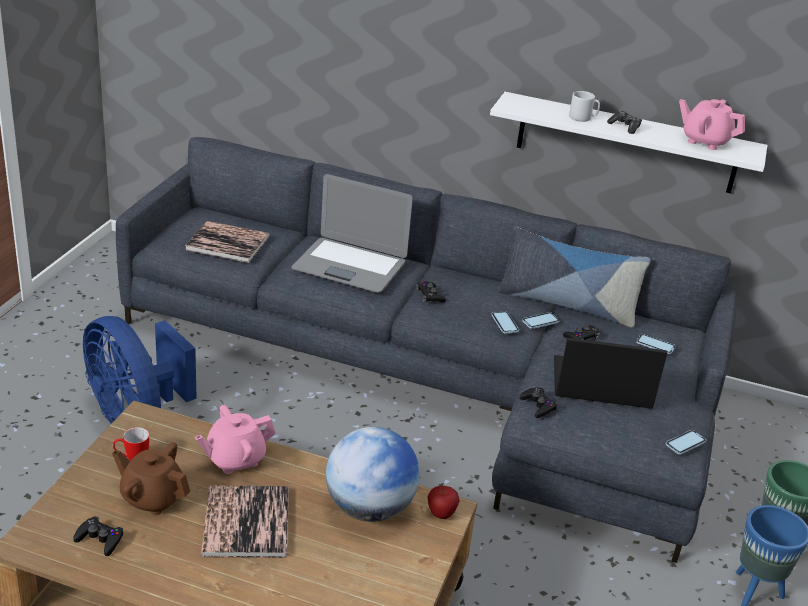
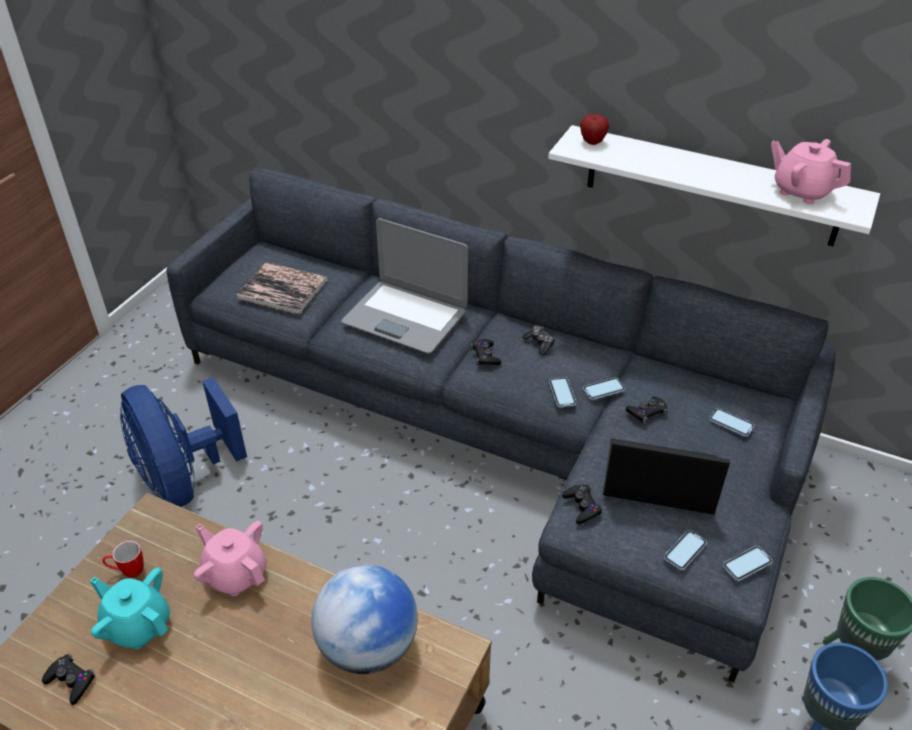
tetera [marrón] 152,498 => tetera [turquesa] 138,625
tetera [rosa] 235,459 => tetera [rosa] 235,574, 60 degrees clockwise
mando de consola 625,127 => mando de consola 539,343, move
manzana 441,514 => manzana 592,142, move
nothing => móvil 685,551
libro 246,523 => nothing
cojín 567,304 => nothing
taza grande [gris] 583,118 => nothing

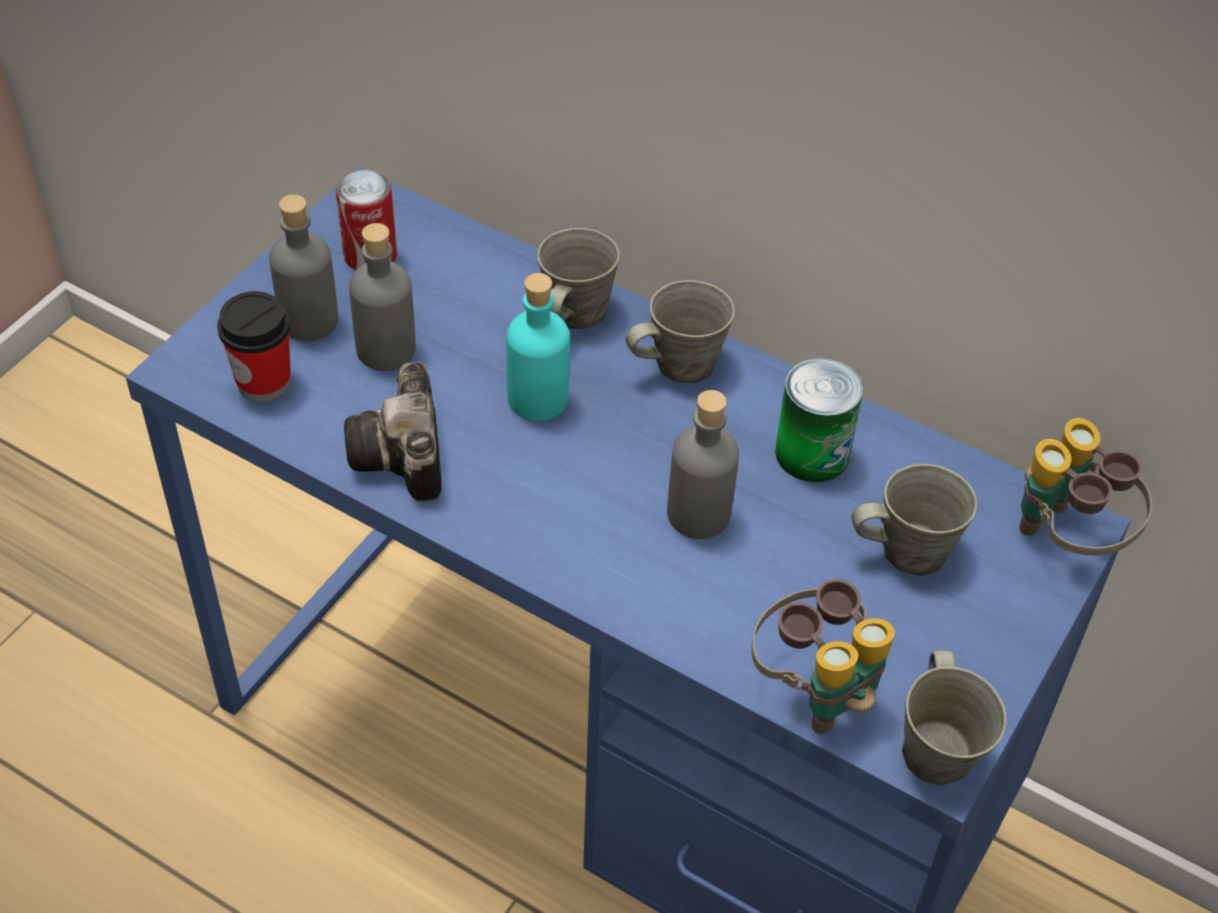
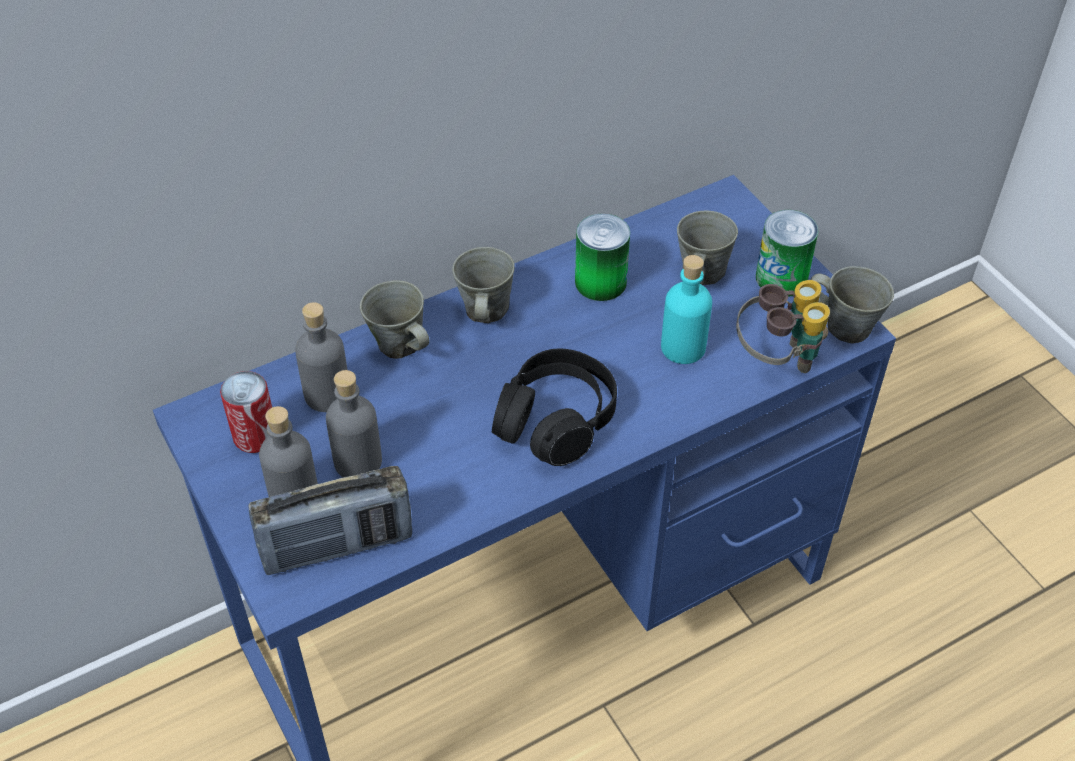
taza 264,382 => radio 337,546
botella [gris] 699,514 => botella [gris] 327,394, move
nothing => auriculares [negro] 555,420
botella [turquesa] 538,399 => botella [turquesa] 683,347, move
nothing => lata 781,278
cámara 403,458 => nothing
prismáticos 1067,538 => nothing

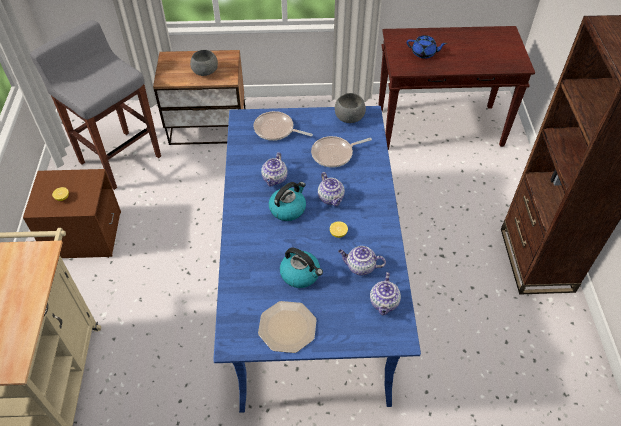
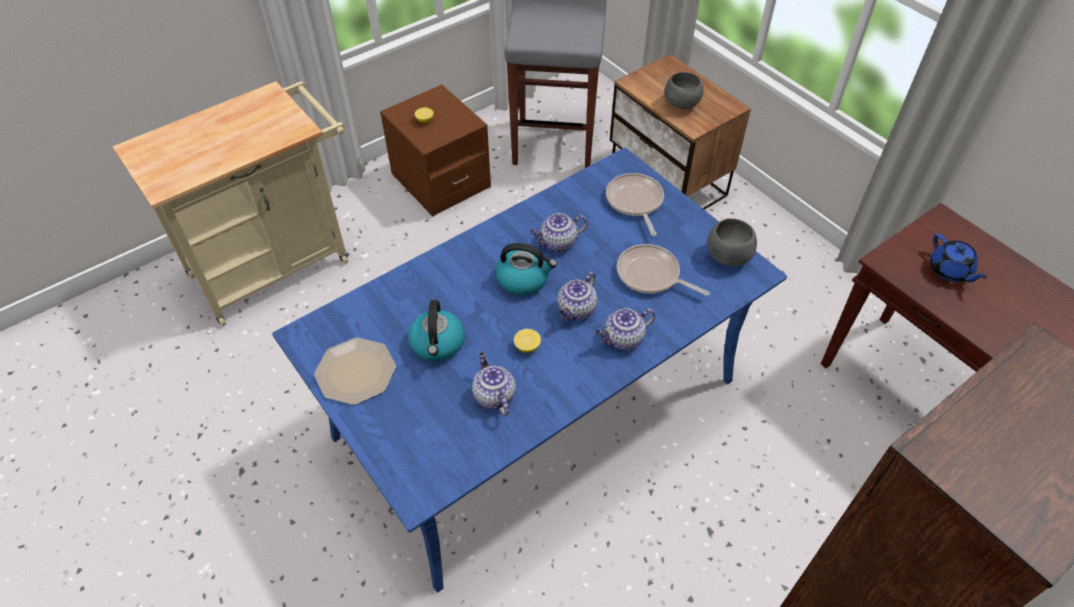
tetera 384,303 => tetera 623,339, move

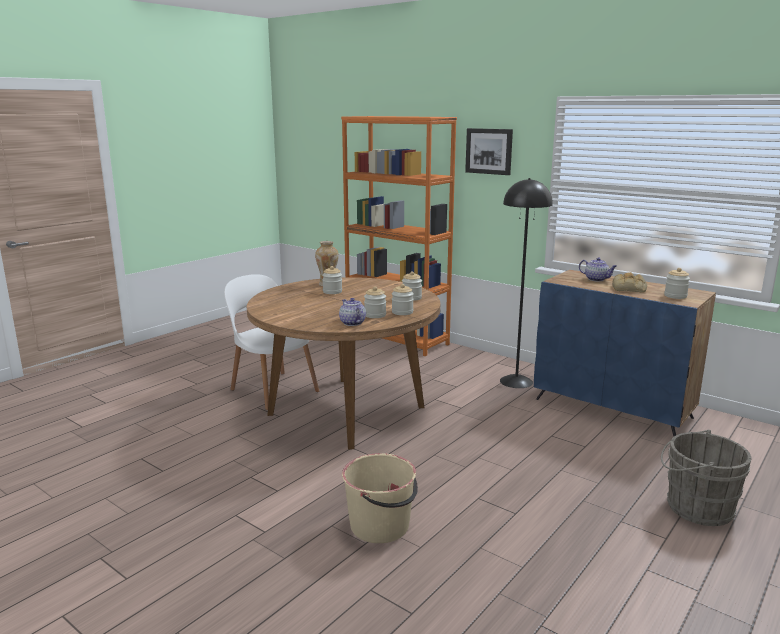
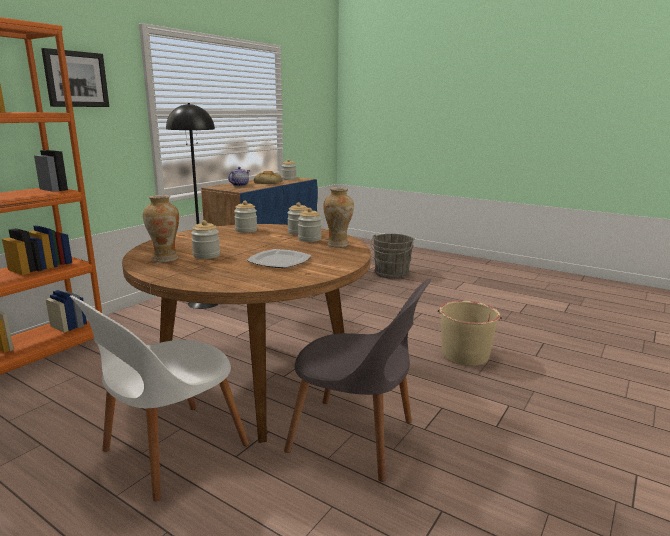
nothing => plato 278,261
nothing => silla [gris] 356,438
tetera 352,323 => florero 338,245

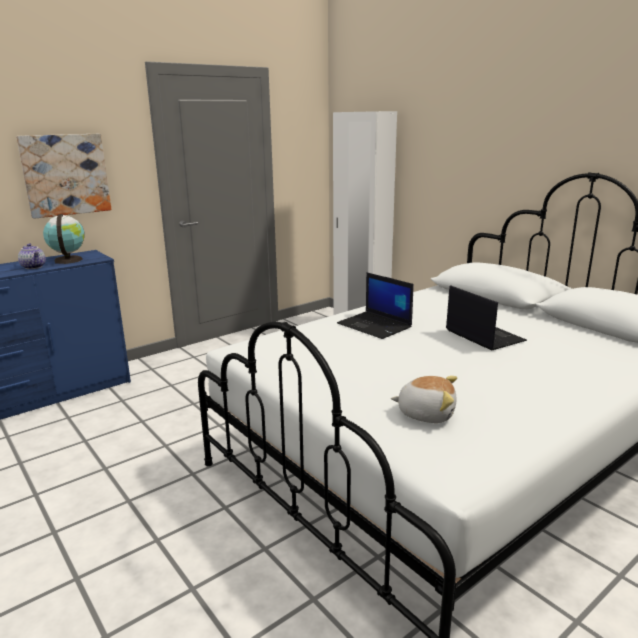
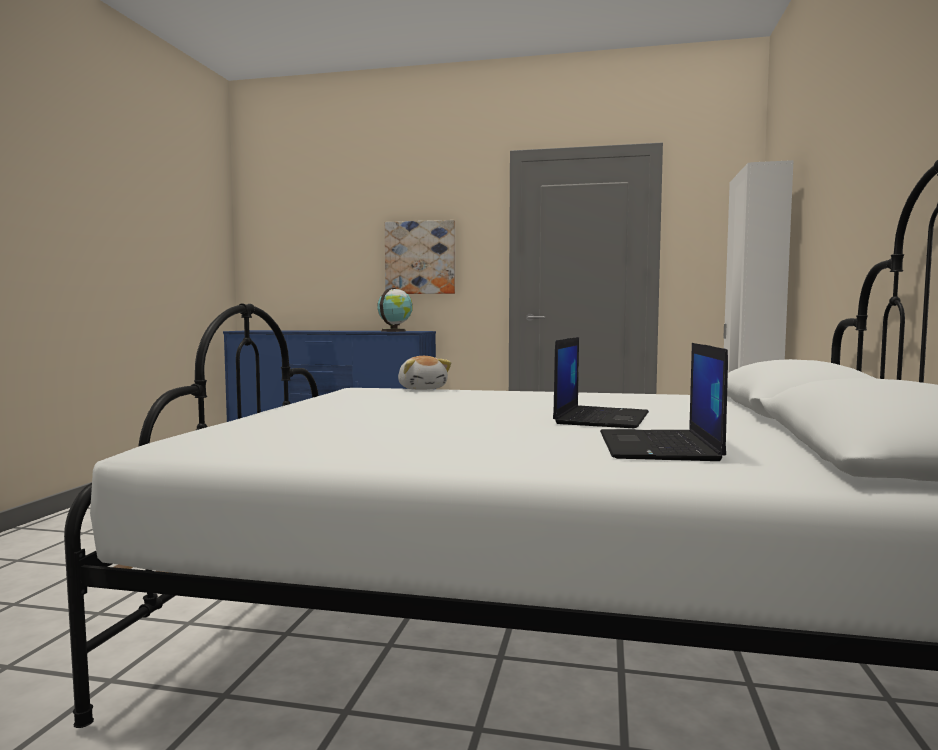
peluche 426,413 => peluche 422,389, move
portátil 375,325 => portátil 659,446, move
tetera 34,267 => nothing

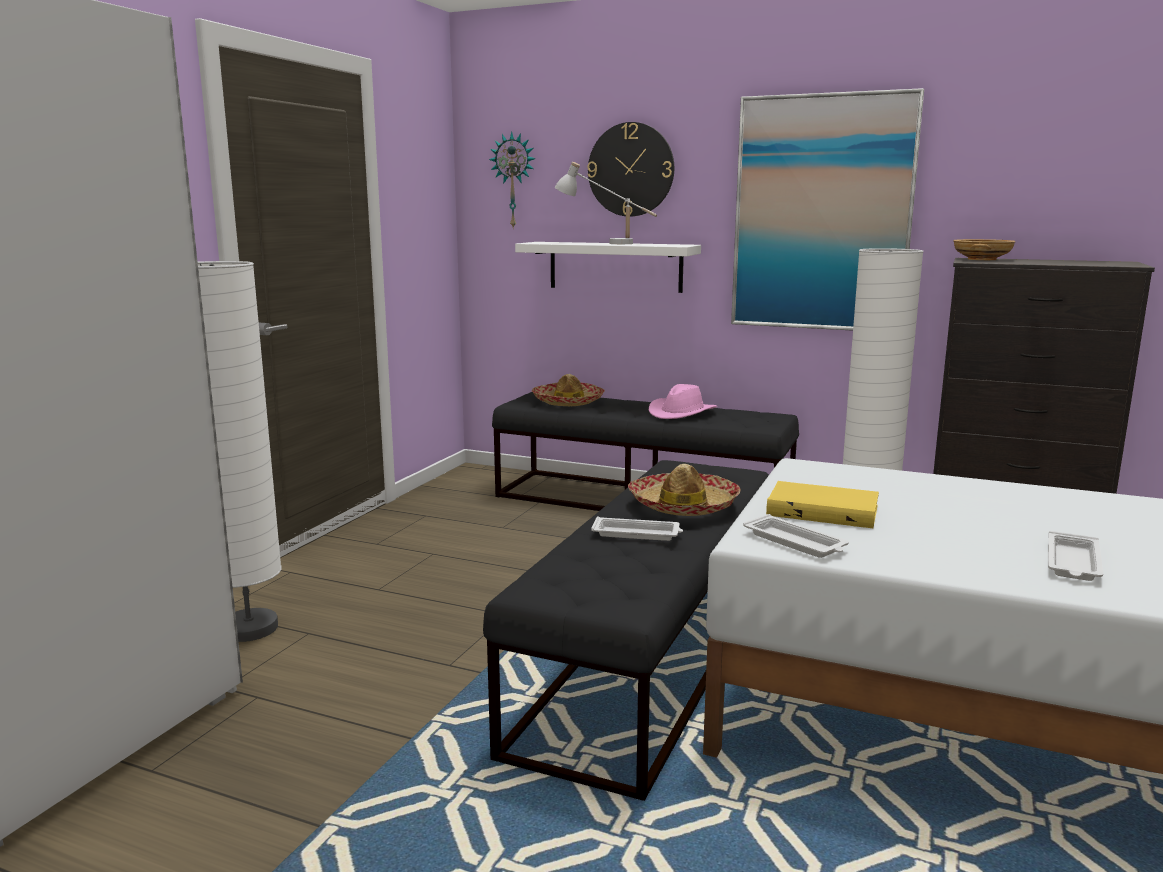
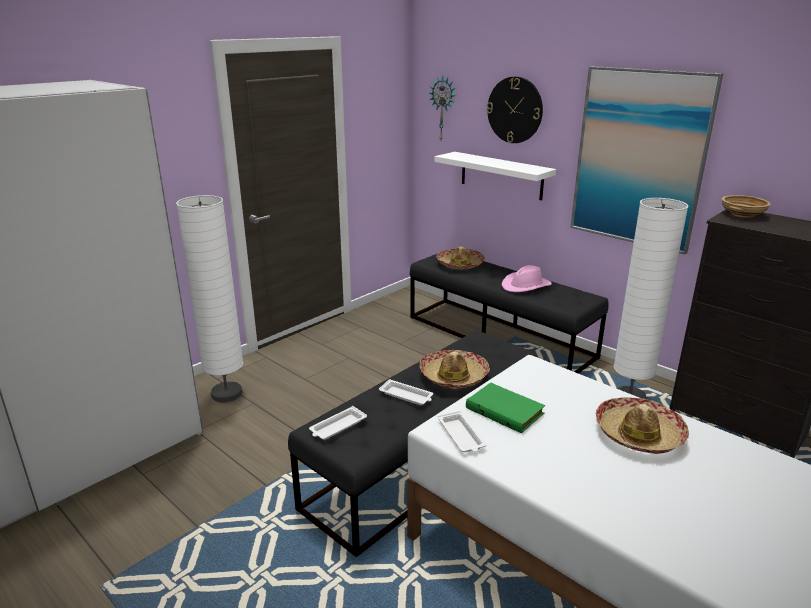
bandeja [blanco] 1072,563 => bandeja [blanco] 337,427, move
libro [amarillo] 823,510 => libro [verde] 506,410
nothing => sombrero 638,434
lámpara de mesa [blanco] 605,243 => nothing

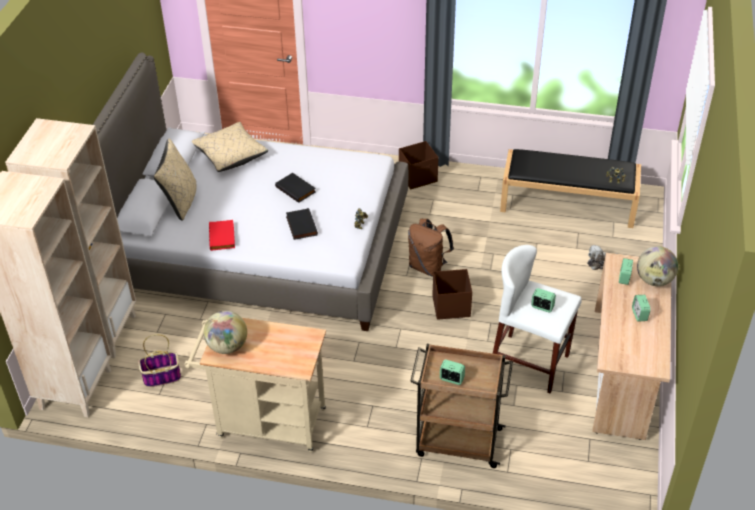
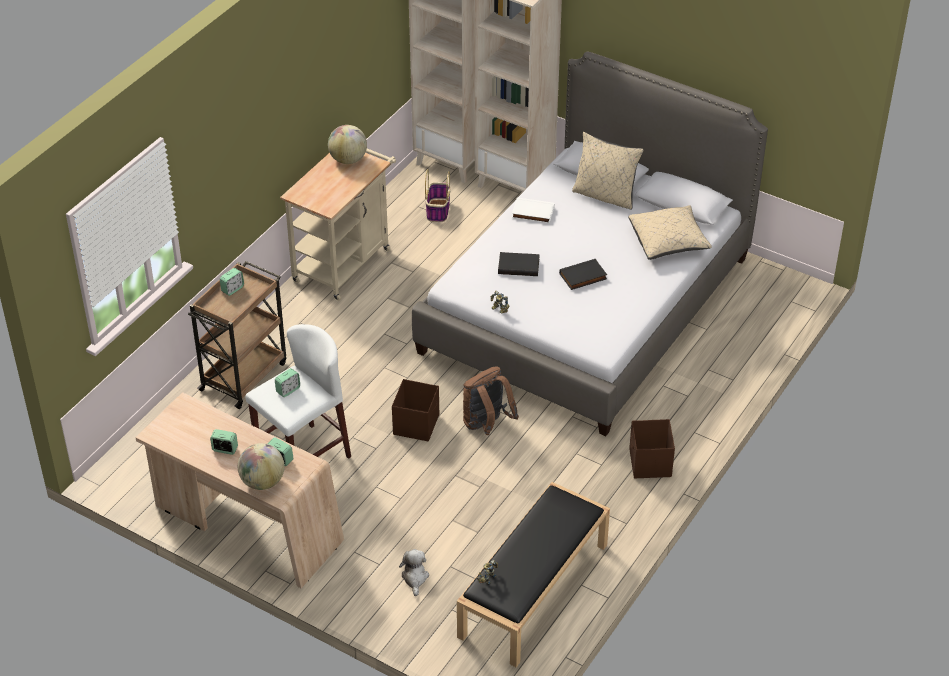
libro [rojo] 223,237 => libro [blanco] 532,213

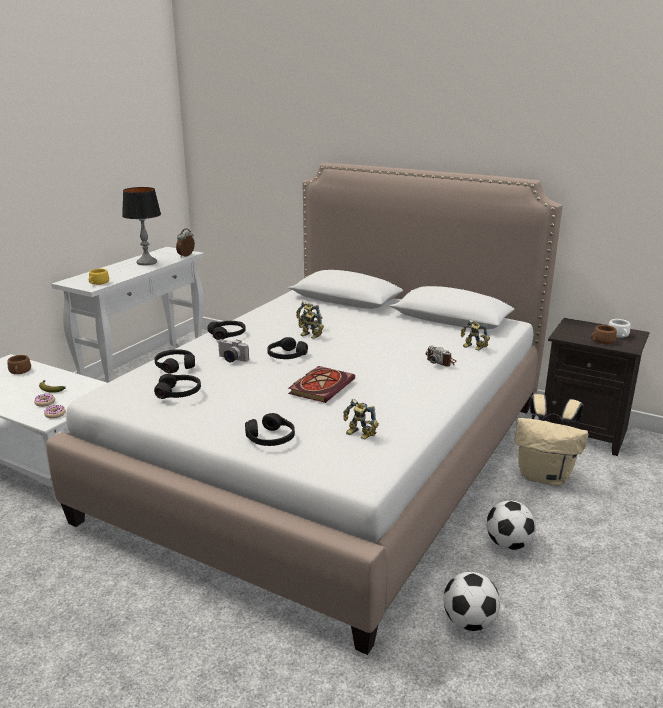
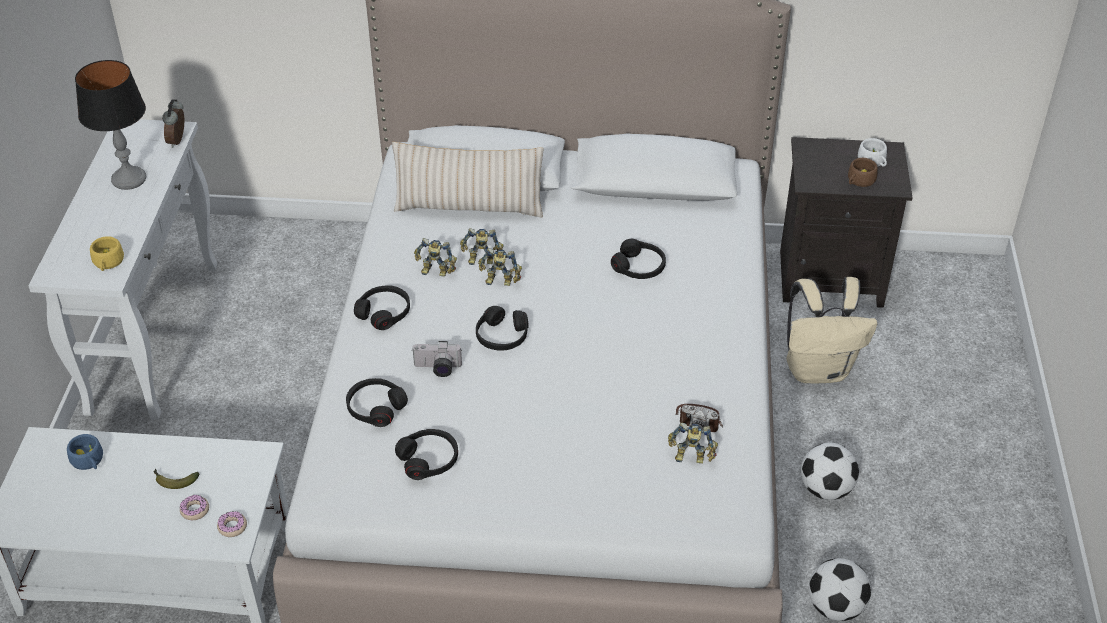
taza [marrón] 19,372 => taza [azul] 89,461
nothing => cojín [beis] 469,207
robot de juguete 473,348 => robot de juguete 435,272, move
auriculares [negro] 271,438 => auriculares [negro] 639,267, move
cámara 441,361 => cámara 699,420, move
libro 321,386 => nothing

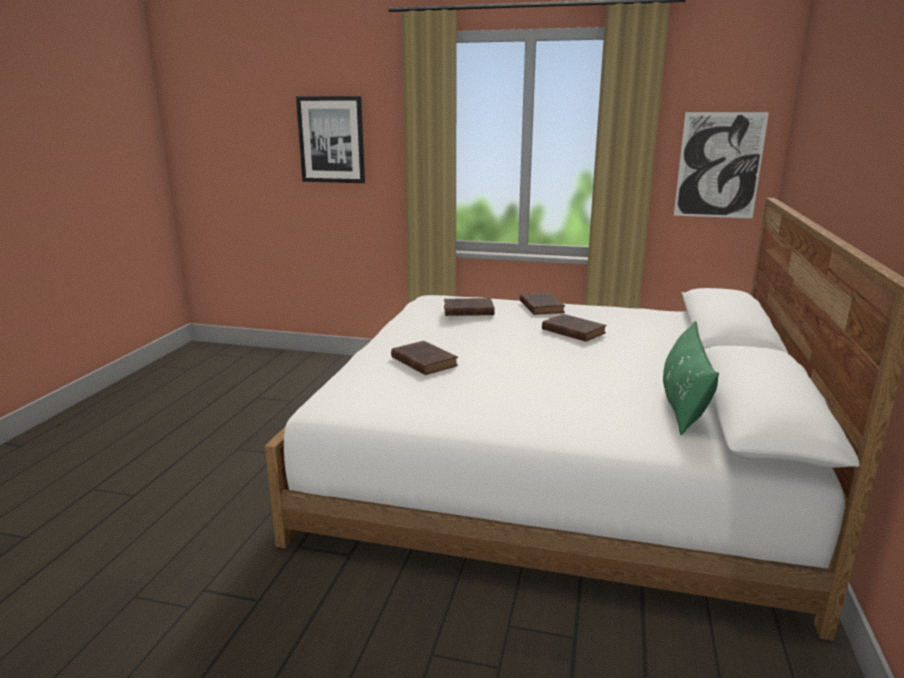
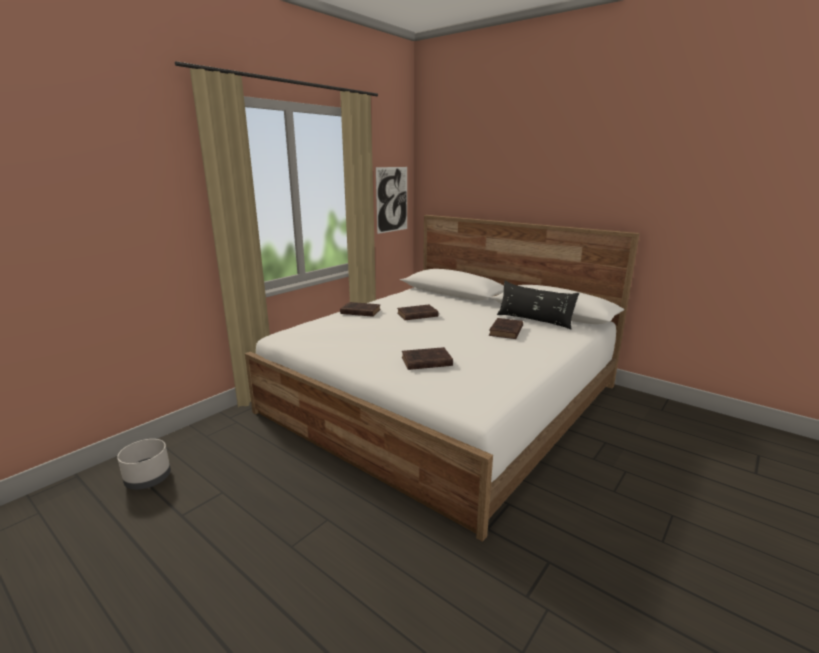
nothing => maceta [gris] 148,479
libro [marrón] 467,311 => libro [marrón] 505,331, move
cojín [verde] 683,403 => cojín [negro] 534,320
cuadro 331,140 => nothing

